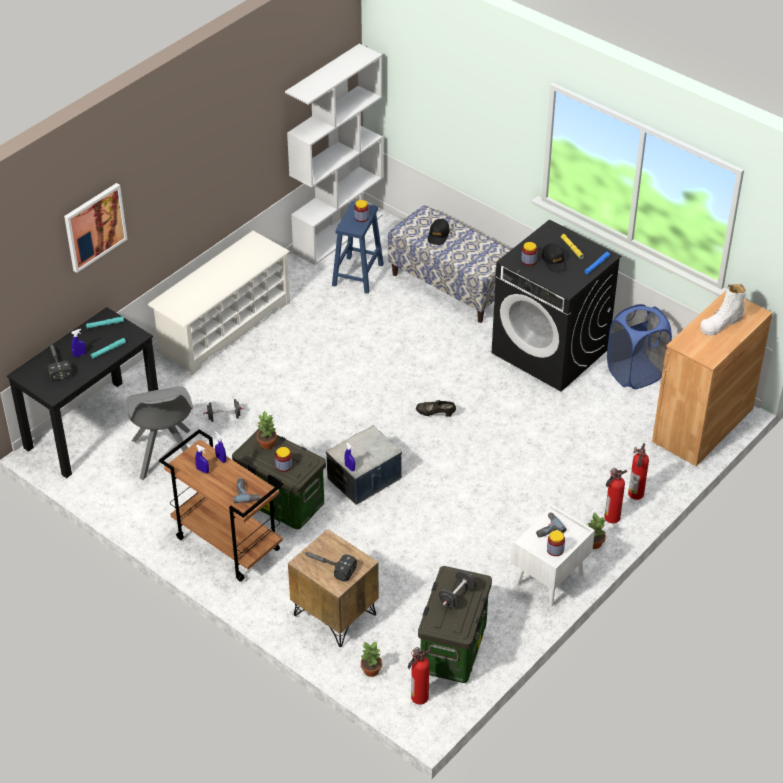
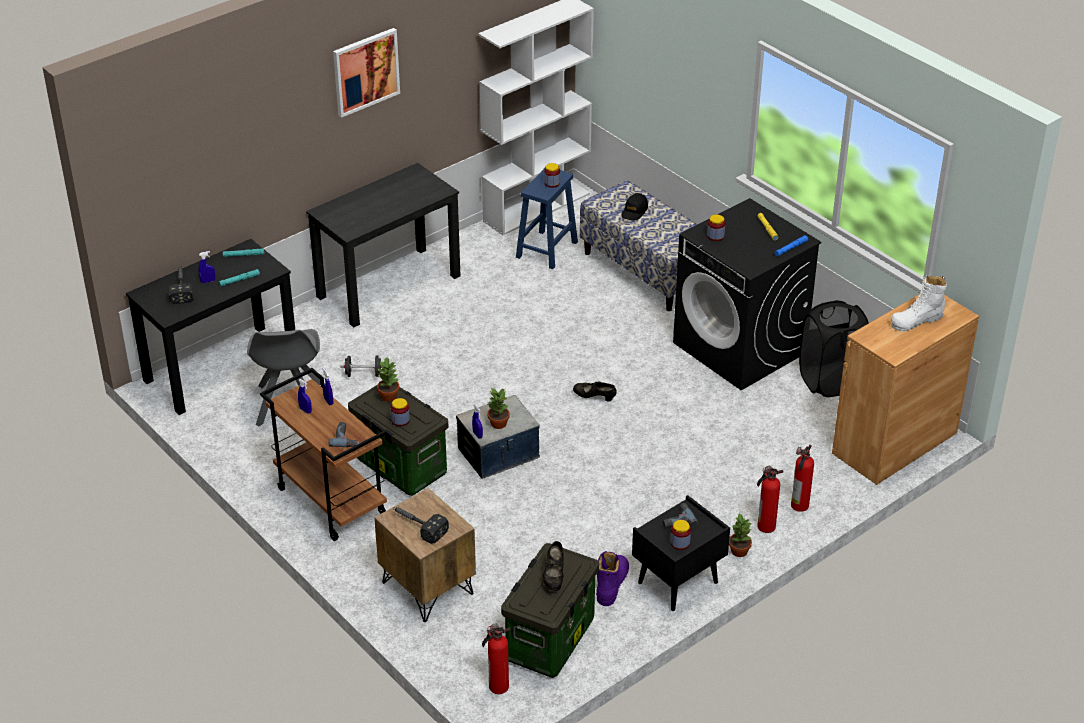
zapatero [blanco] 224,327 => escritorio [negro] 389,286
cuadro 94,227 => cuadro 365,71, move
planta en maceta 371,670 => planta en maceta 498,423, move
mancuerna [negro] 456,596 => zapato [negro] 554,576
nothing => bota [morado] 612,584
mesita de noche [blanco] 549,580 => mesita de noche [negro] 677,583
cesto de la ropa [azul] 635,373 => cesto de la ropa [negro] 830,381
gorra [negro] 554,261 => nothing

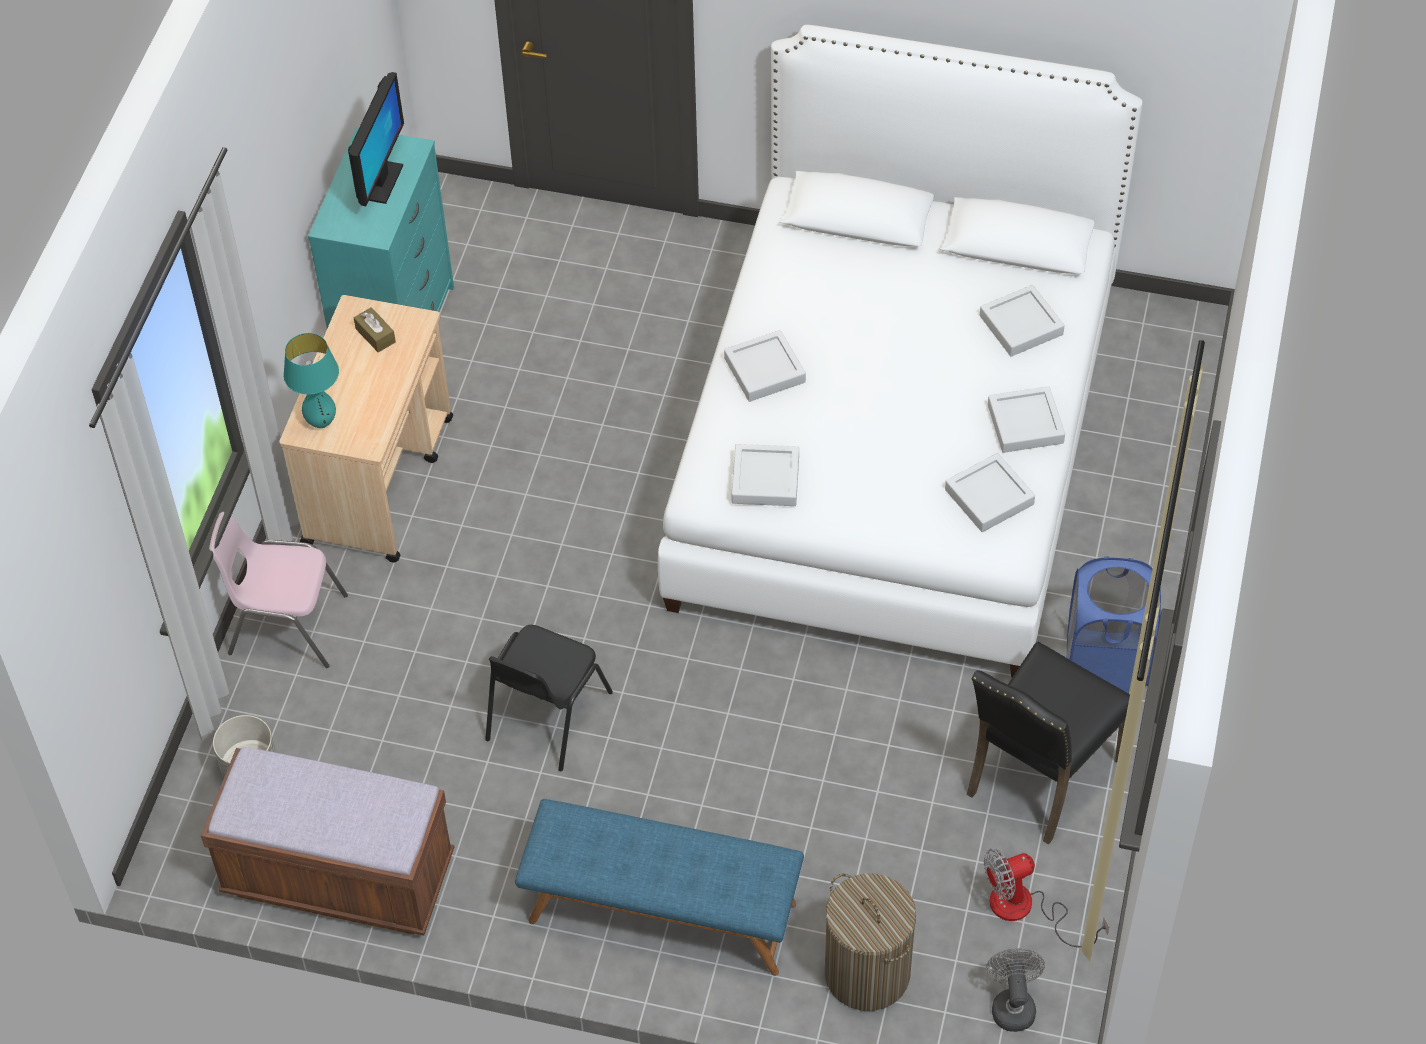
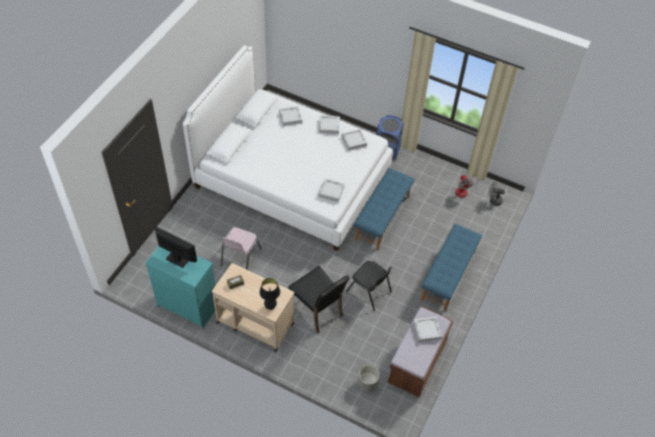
silla [rosa] 286,625 => silla [rosa] 240,257, move
lámpara de mesa [turquesa] 321,422 => lámpara de mesa [negro] 270,307
silla [negro] 1039,778 => silla [negro] 317,311, move
nothing => banco [azul] 382,217
bandeja [gris] 764,370 => bandeja [gris] 427,330, move
cesto de la ropa 867,973 => nothing

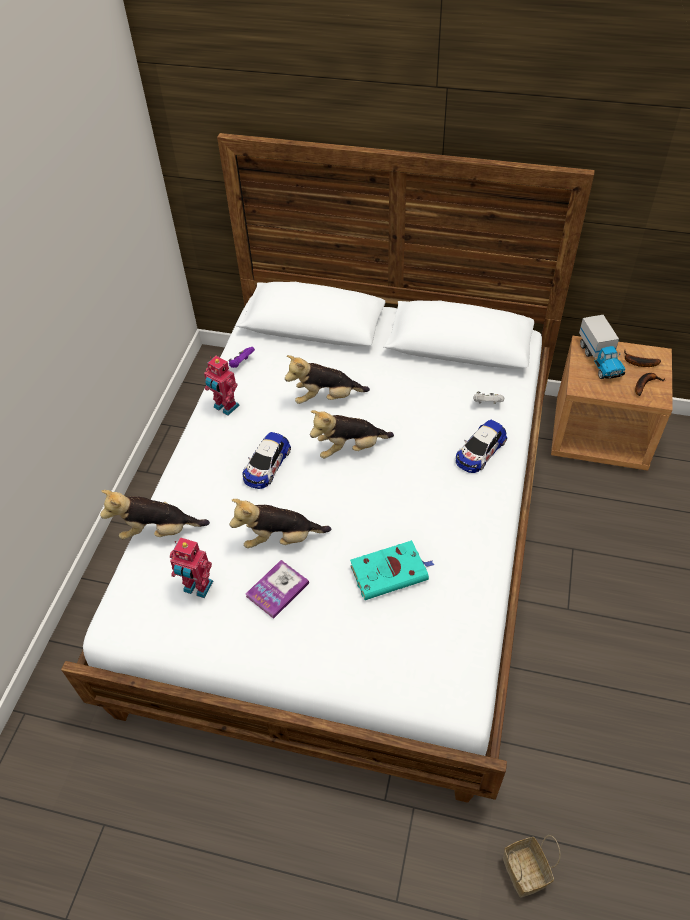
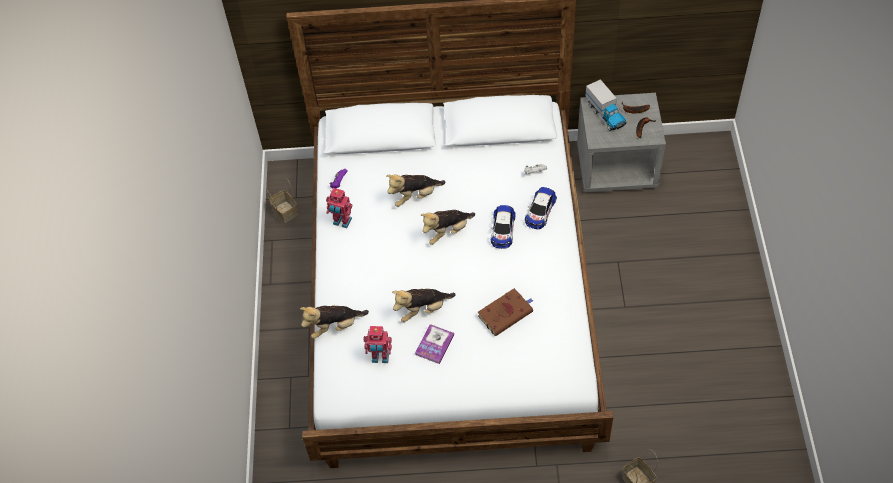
nothing => cesta 284,211
libro [turquesa] 391,572 => libro [marrón] 506,313
coche de juguete 266,465 => coche de juguete 503,229, move
mesita de noche [marrón] 600,436 => mesita de noche [gris] 617,167

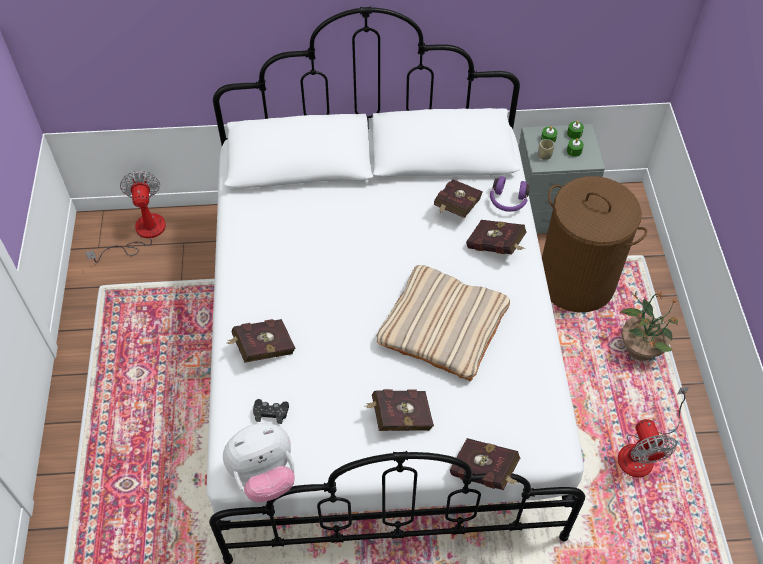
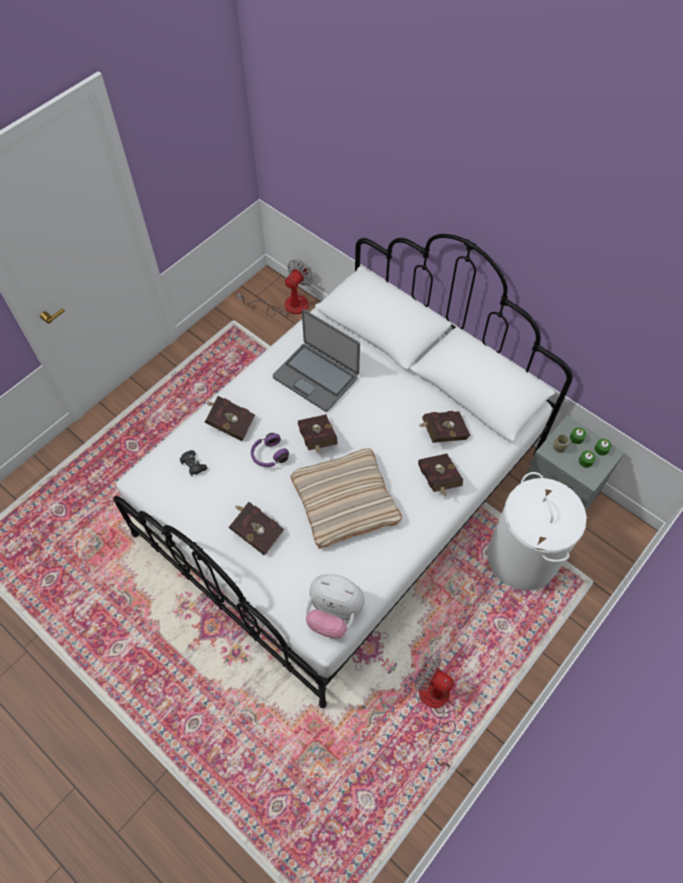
auriculares [morado] 508,201 => auriculares [morado] 269,455, move
nothing => portátil 316,376
libro [rojo] 485,473 => libro [rojo] 317,440, move
peluche 264,475 => peluche 334,613, move
ventilador 643,451 => ventilador 435,705, 90 degrees clockwise
cesto de la ropa [marrón] 576,281 => cesto de la ropa [blanco] 522,557
planta en maceta 640,348 => nothing

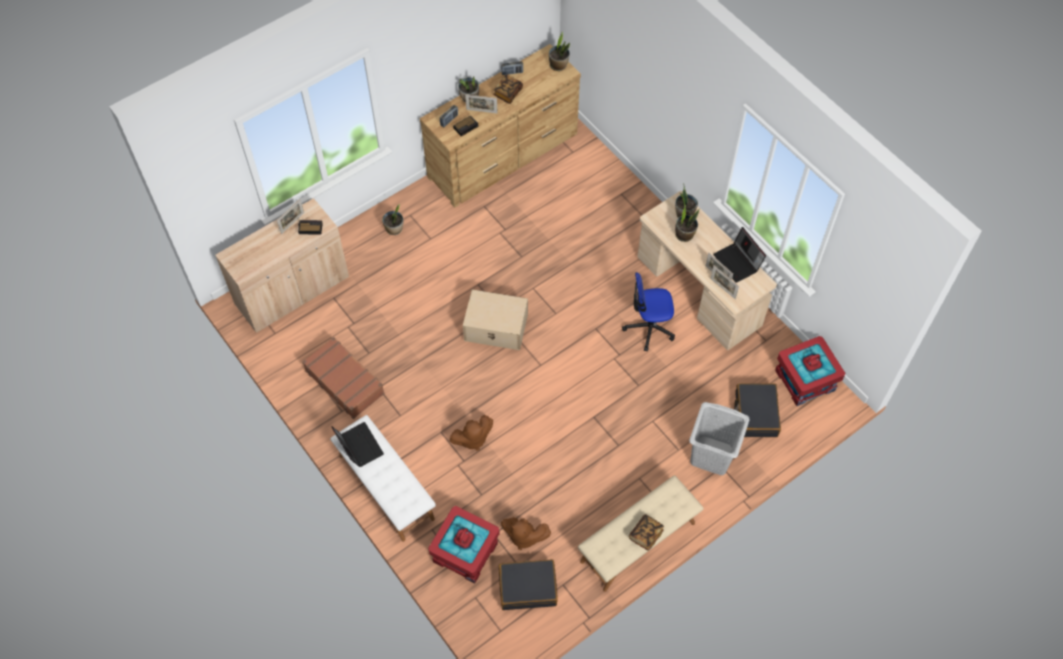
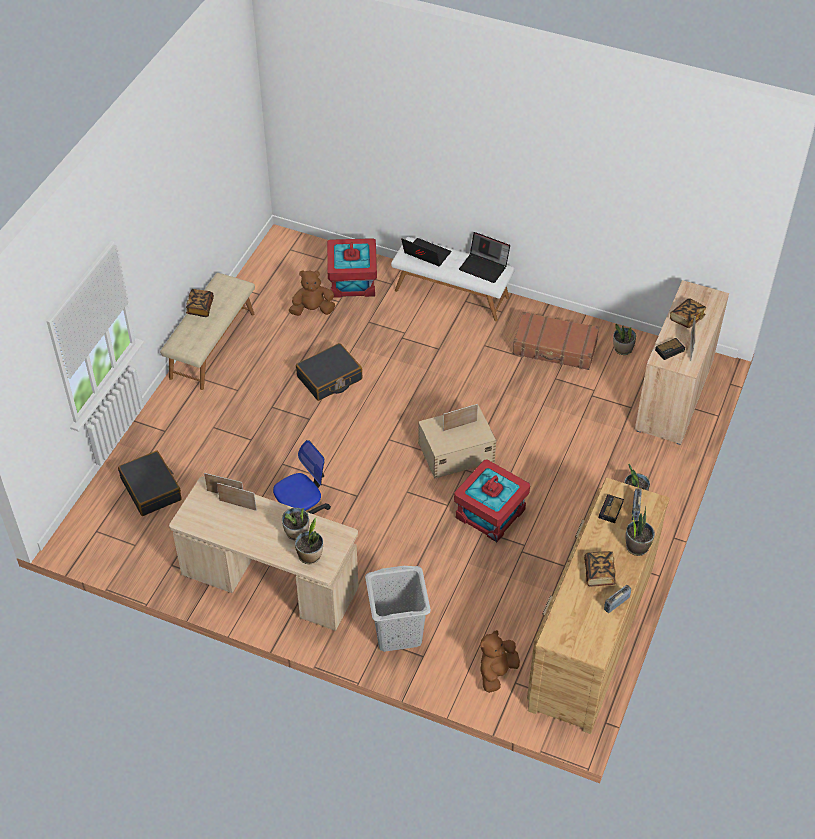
maleta [negro] 527,587 => maleta [negro] 329,378, move
cesto de la ropa [gris] 712,455 => cesto de la ropa [gris] 397,632, move
portátil 738,262 => portátil 425,255, move
portarretratos 481,111 => portarretratos 460,426, move
caja de almacenaje [rojo] 804,380 => caja de almacenaje [rojo] 490,514, move
peluche [marrón] 472,439 => peluche [marrón] 496,672, move
planta en maceta 558,65 => planta en maceta 622,349, move
nothing => libro 686,318

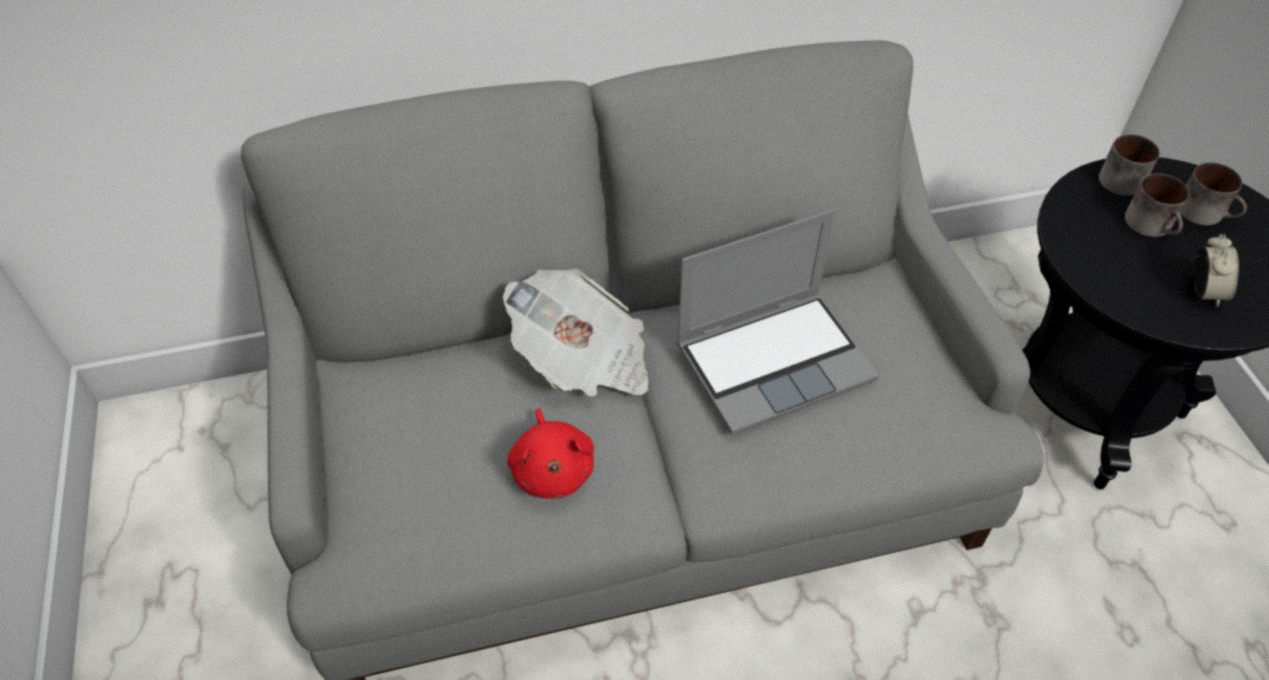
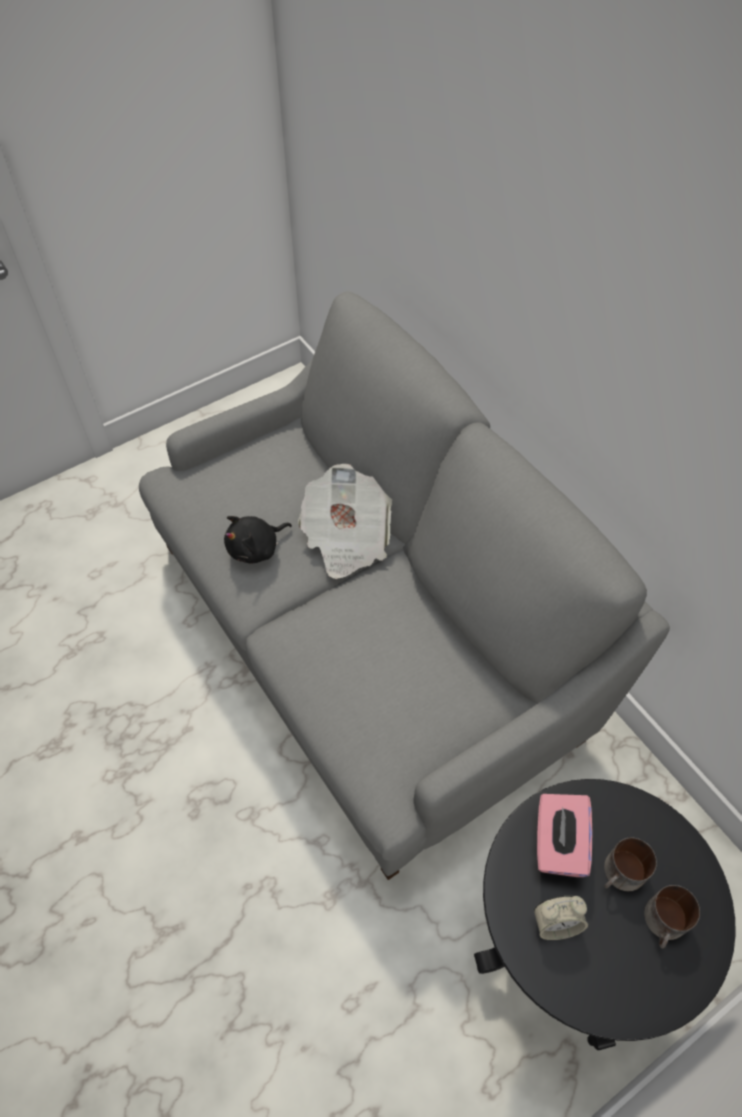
peluche [rojo] 553,469 => peluche [negro] 256,548
nothing => caja de pañuelos [rosa] 558,843
portátil 775,361 => nothing
taza grande 1122,177 => nothing

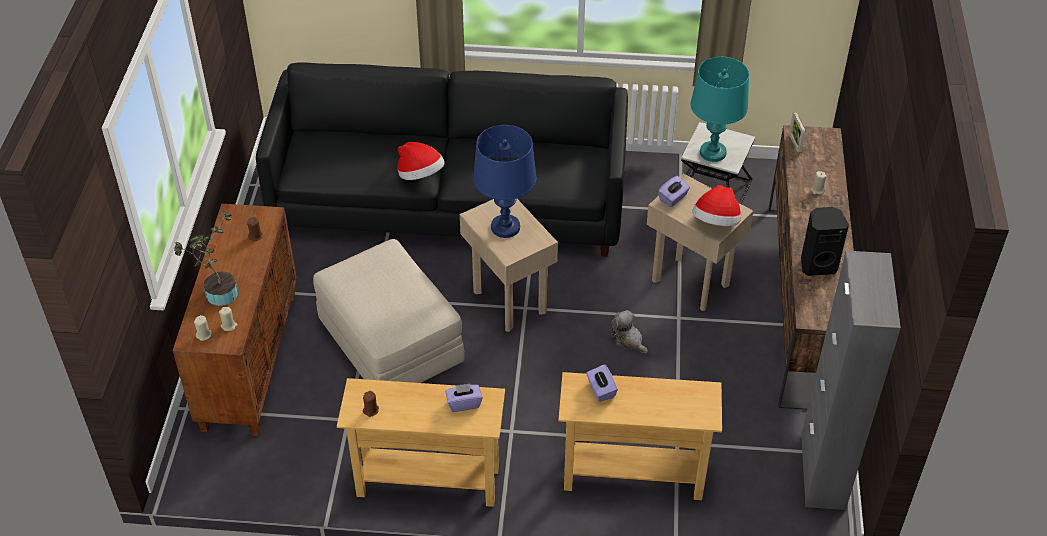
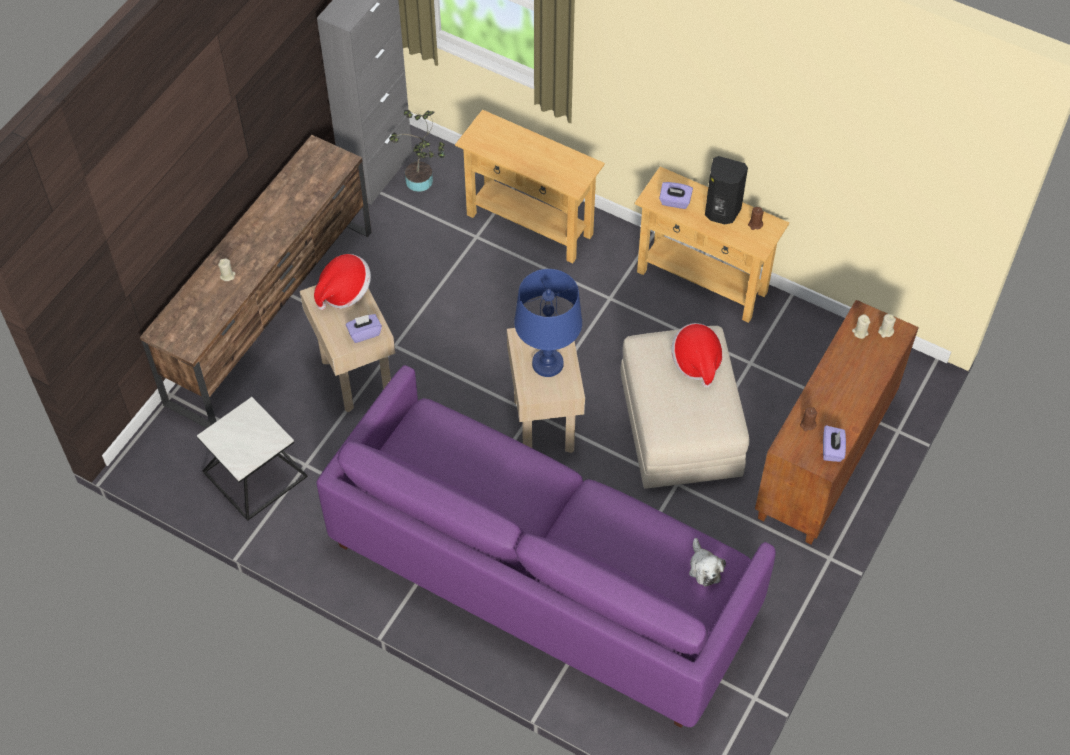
sofá [negro] 450,203 => sofá [morado] 542,576
planta en maceta 217,294 => planta en maceta 422,182, move
sombrero 420,175 => sombrero 696,362, move
peluche 628,339 => peluche 704,568, move
altavoz [negro] 817,265 => altavoz [negro] 721,212, move
caja de pañuelos [morado] 600,390 => caja de pañuelos [morado] 832,450, move
lámpara de mesa [turquesa] 713,152 => nothing
portarretratos 795,144 => nothing

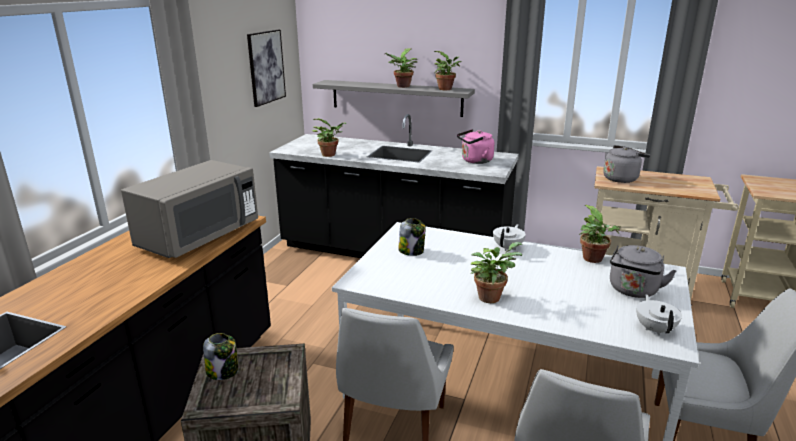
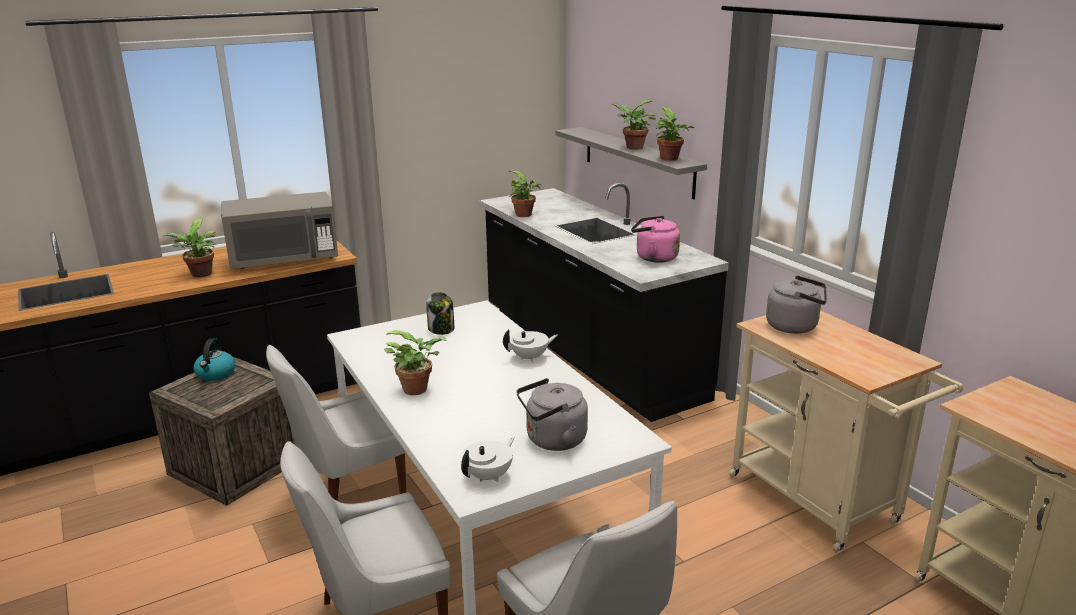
planta en maceta 594,260 => planta en maceta 200,275, move
tarro 223,371 => hervidor 216,374
cuadro 266,67 => nothing

